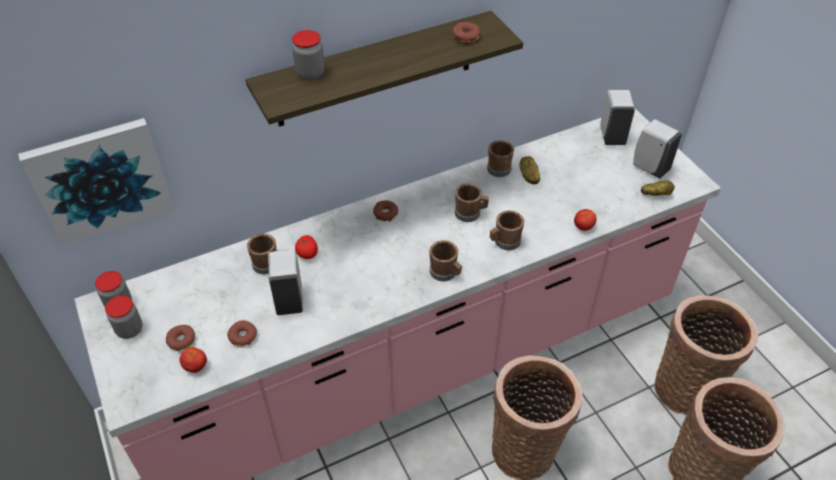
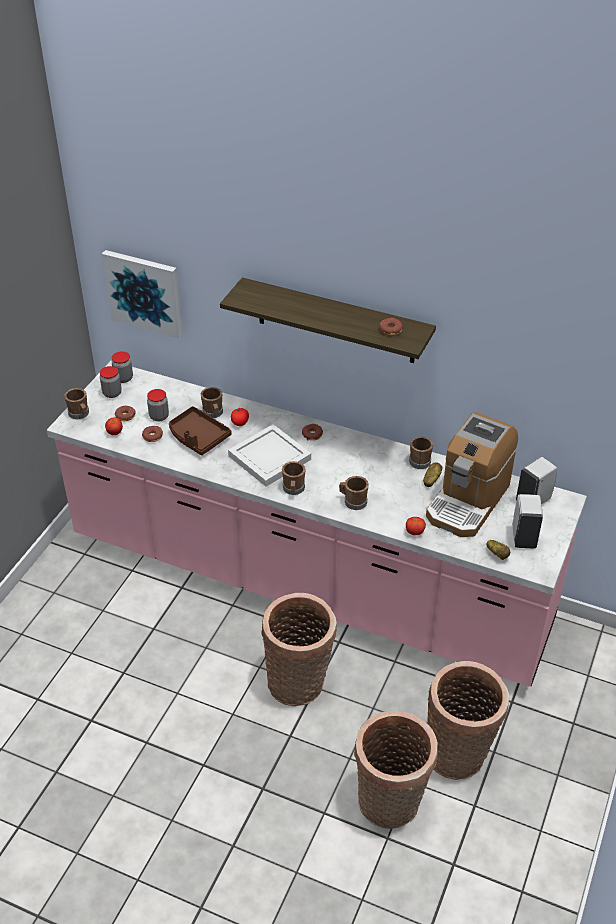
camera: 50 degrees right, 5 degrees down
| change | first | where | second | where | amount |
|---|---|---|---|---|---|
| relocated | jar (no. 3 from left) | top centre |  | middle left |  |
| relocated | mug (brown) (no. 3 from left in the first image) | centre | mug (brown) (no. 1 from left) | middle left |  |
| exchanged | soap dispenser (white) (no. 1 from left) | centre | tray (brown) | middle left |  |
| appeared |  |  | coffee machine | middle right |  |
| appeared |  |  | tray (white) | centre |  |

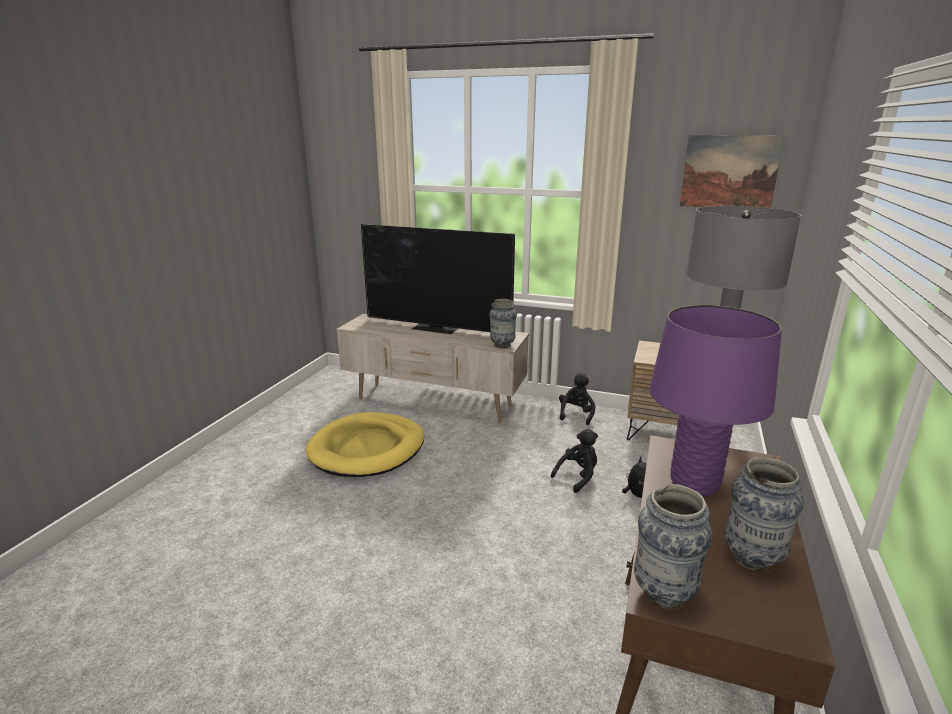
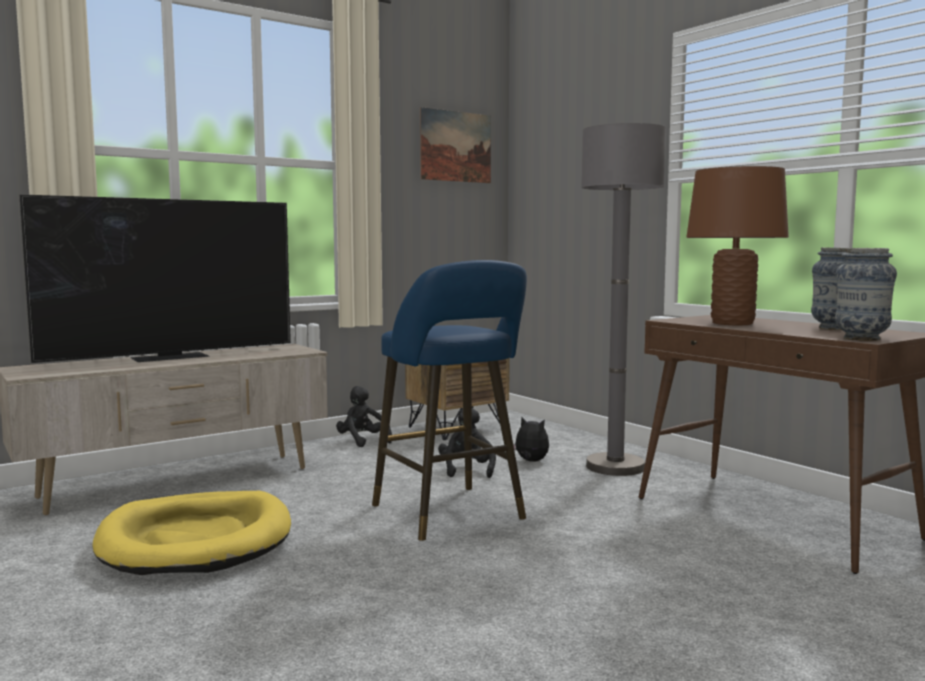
camera: 55 degrees left, 15 degrees down
| change | first | where | second | where | amount |
|---|---|---|---|---|---|
| missing | vase (no. 1 from left) | centre |  |  |  |
| colour | table lamp (purple) | middle right | table lamp (brown) | middle right |  |
| appeared |  |  | stool (blue) | centre |  |

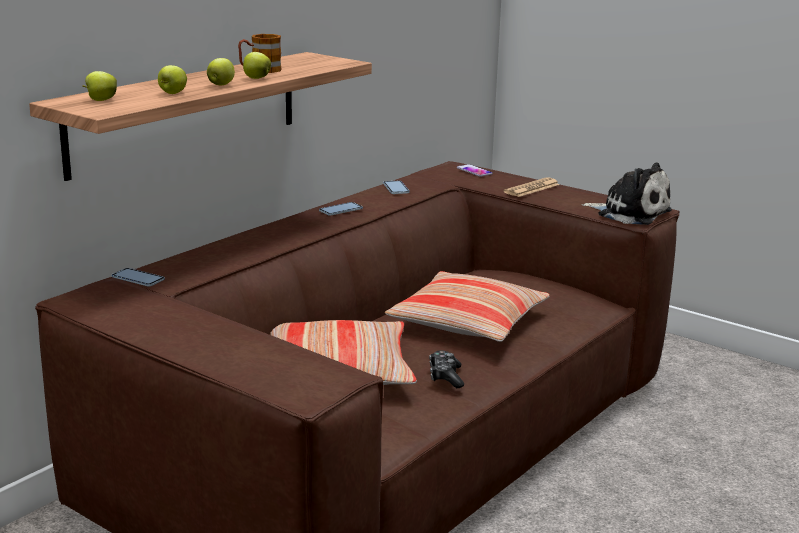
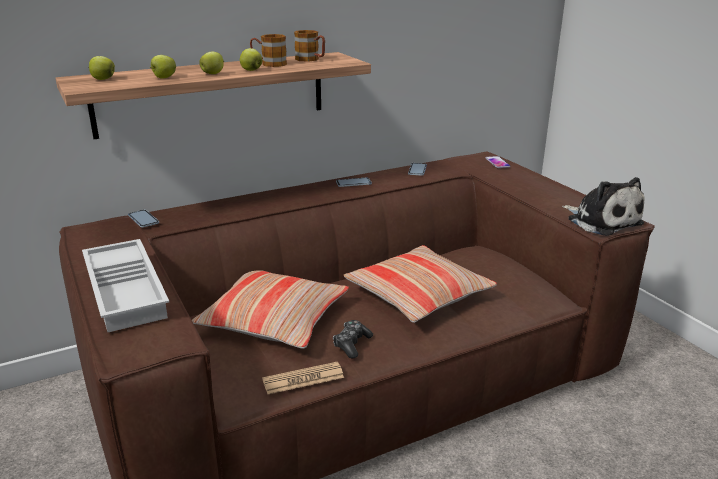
camera: 25 degrees right, 5 degrees up
| change | first | where | second | where | amount |
|---|---|---|---|---|---|
| relocated | newspaper | centre |  | bottom centre |  |
| appeared |  |  | mug (no. 2 from left) | top centre |  |
| appeared |  |  | tray (white) | middle left |  |

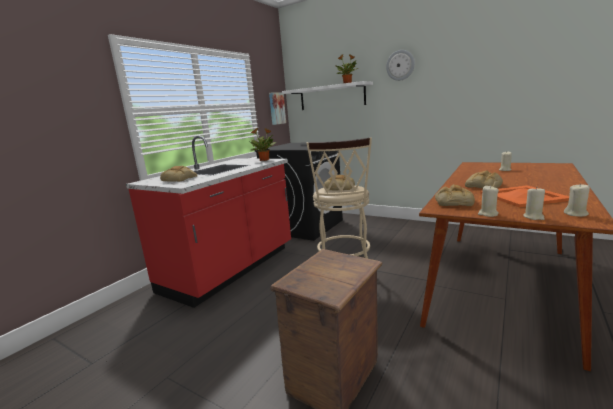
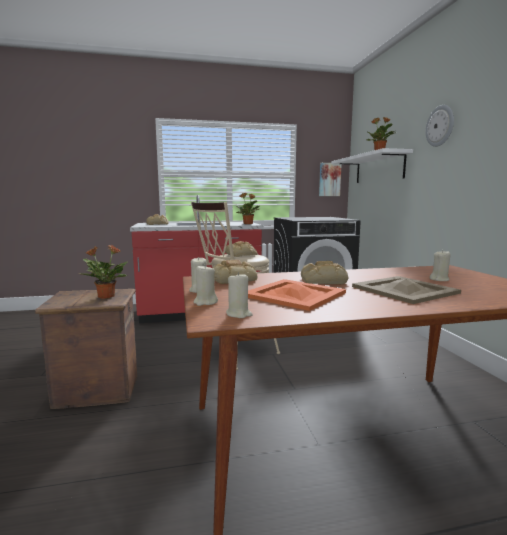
camera: 45 degrees right, 5 degrees down
| change | first | where | second | where | amount |
|---|---|---|---|---|---|
| appeared |  |  | potted plant (no. 1 from left) | middle left |  |
| appeared |  |  | tray (beige) | middle right |  |

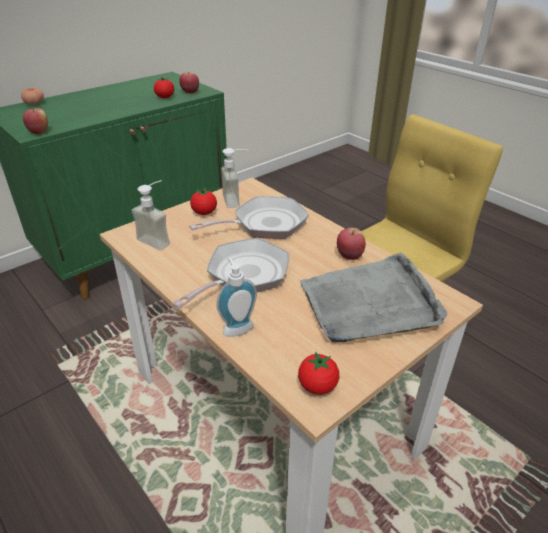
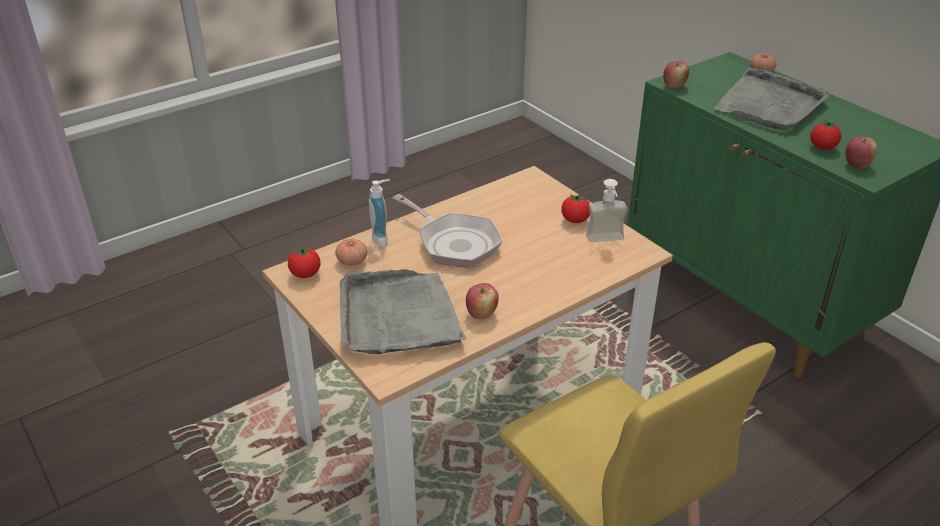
camera: 95 degrees right, 0 degrees up
| change | first | where | second | where | amount |
|---|---|---|---|---|---|
| missing | soap dispenser (no. 1 from left) | middle left |  |  |  |
| missing | frying pan (no. 2 from left) | centre |  |  |  |
| appeared |  |  | tray (grey) (no. 2 from left) | top right |  |
| appeared |  |  | tomato (no. 2 from left) | centre |  |

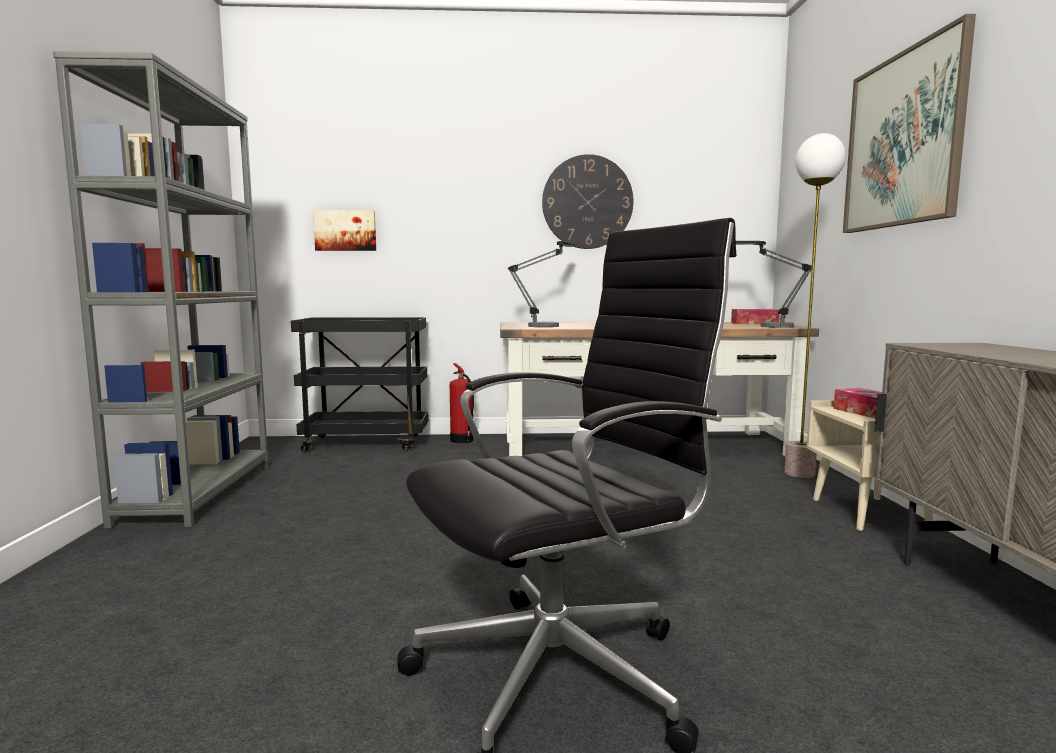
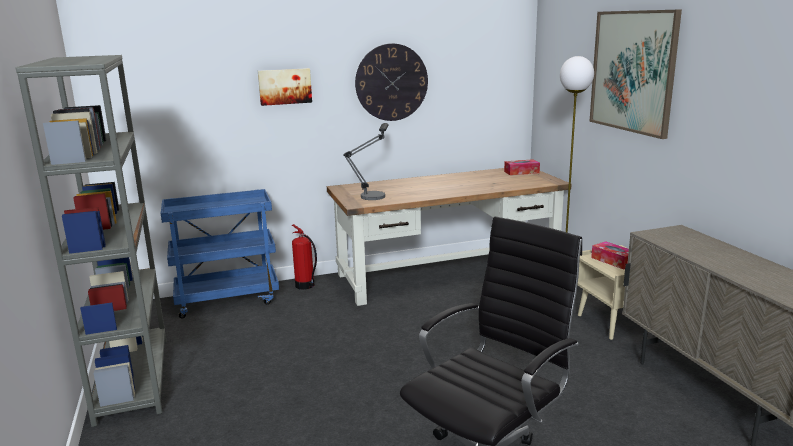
camera: 15 degrees left, 10 degrees up
| change | first | where | second | where | amount |
|---|---|---|---|---|---|
| relocated | picture (no. 1 from left) | top left |  | top centre |  |
| missing | table lamp (no. 2 from left) | middle right |  |  |  |
| colour | cart (black) | centre | cart (blue) | middle left |  |

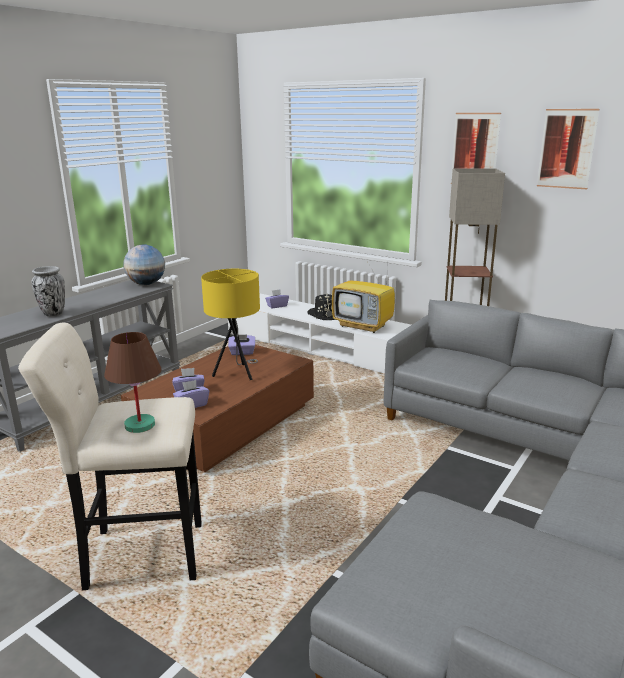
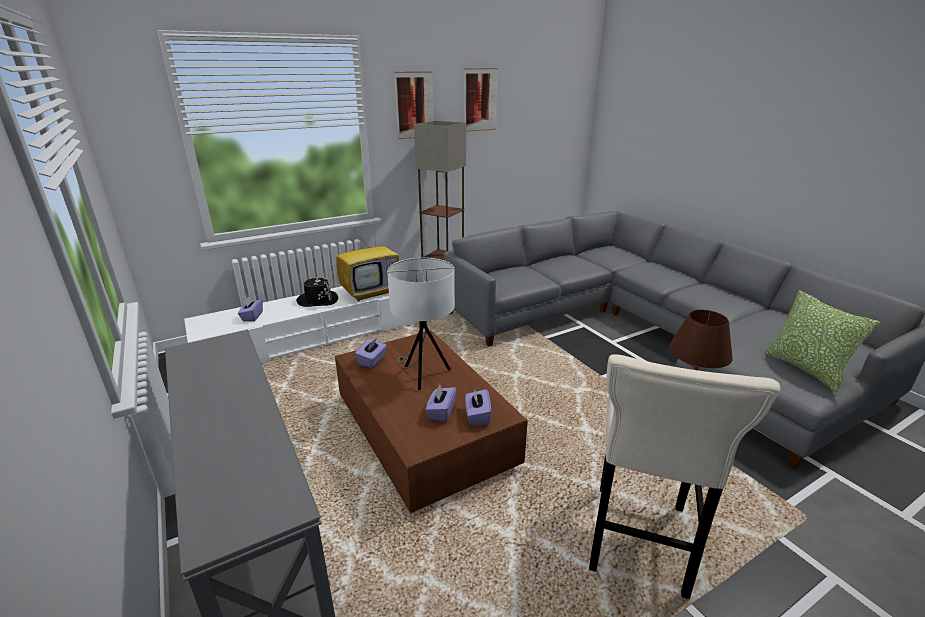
camera: 65 degrees left, 5 degrees up
| change | first | where | second | where | amount |
|---|---|---|---|---|---|
| missing | globe | middle left |  |  |  |
| missing | vase | middle left |  |  |  |
| colour | table lamp (yellow) | centre | table lamp (white) | centre |  |
| appeared |  |  | pillow | middle right |  |

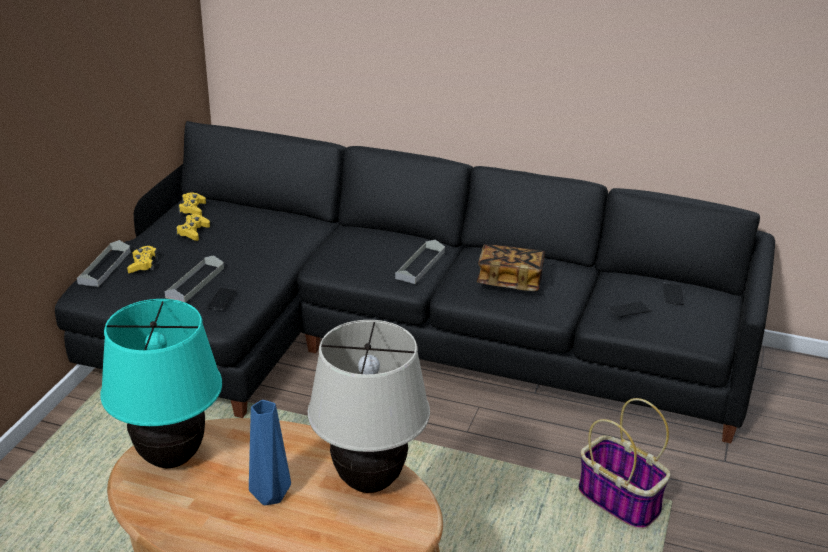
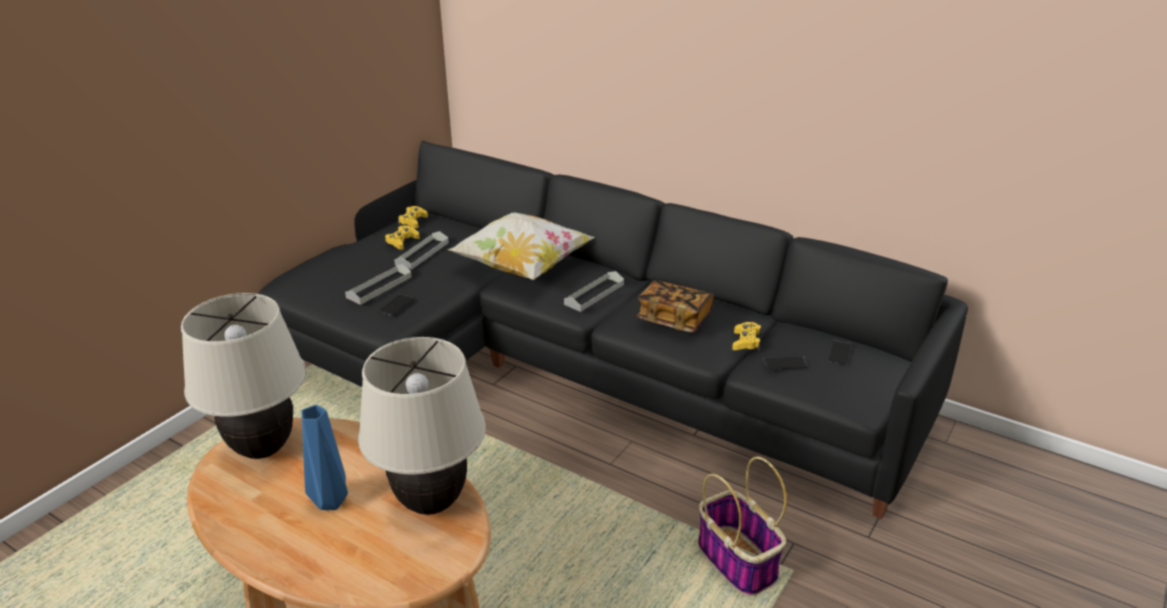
camera: 15 degrees right, 0 degrees up
| change | first | where | second | where | amount |
|---|---|---|---|---|---|
| relocated | tray (grey) (no. 1 from left in the first image) | middle left | tray (grey) (no. 2 from left) | centre |  |
| relocated | game controller (yellow) (no. 1 from left in the first image) | middle left | game controller (yellow) (no. 3 from left) | centre |  |
| colour | table lamp (turquoise) | bottom left | table lamp (beige) (no. 1 from left) | middle left |  |
| appeared |  |  | pillow | centre |  |

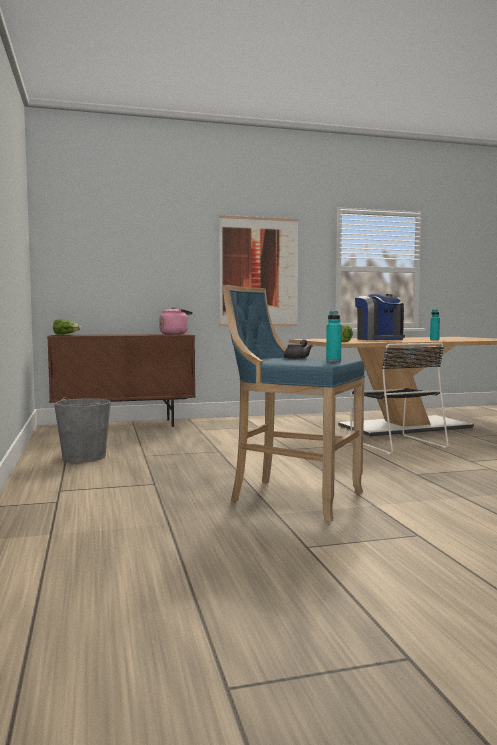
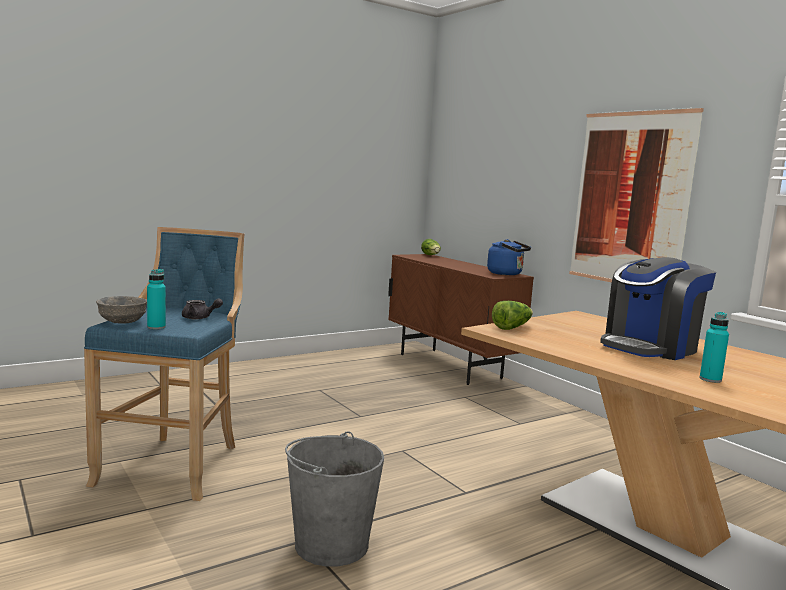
camera: 70 degrees right, 5 degrees up
| change | first | where | second | where | amount |
|---|---|---|---|---|---|
| colour | kettle (pink) | centre | kettle (blue) | centre |  |
| missing | chair (black) | middle right |  |  |  |
| relocated | bucket (grey) | middle left |  | bottom centre |  |
| appeared |  |  | bowl (grey) | middle left |  |

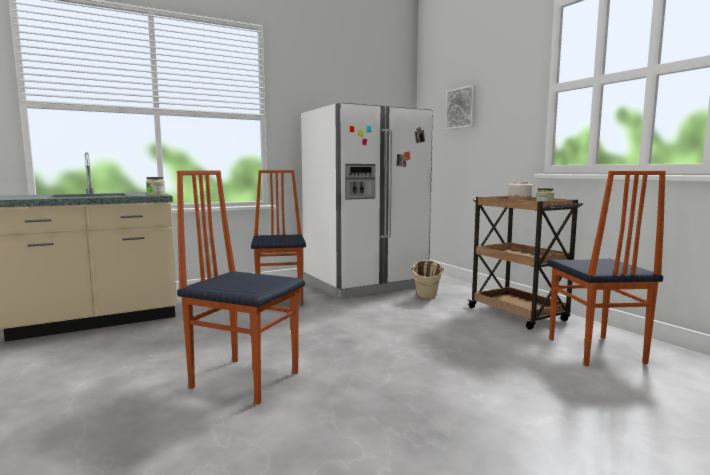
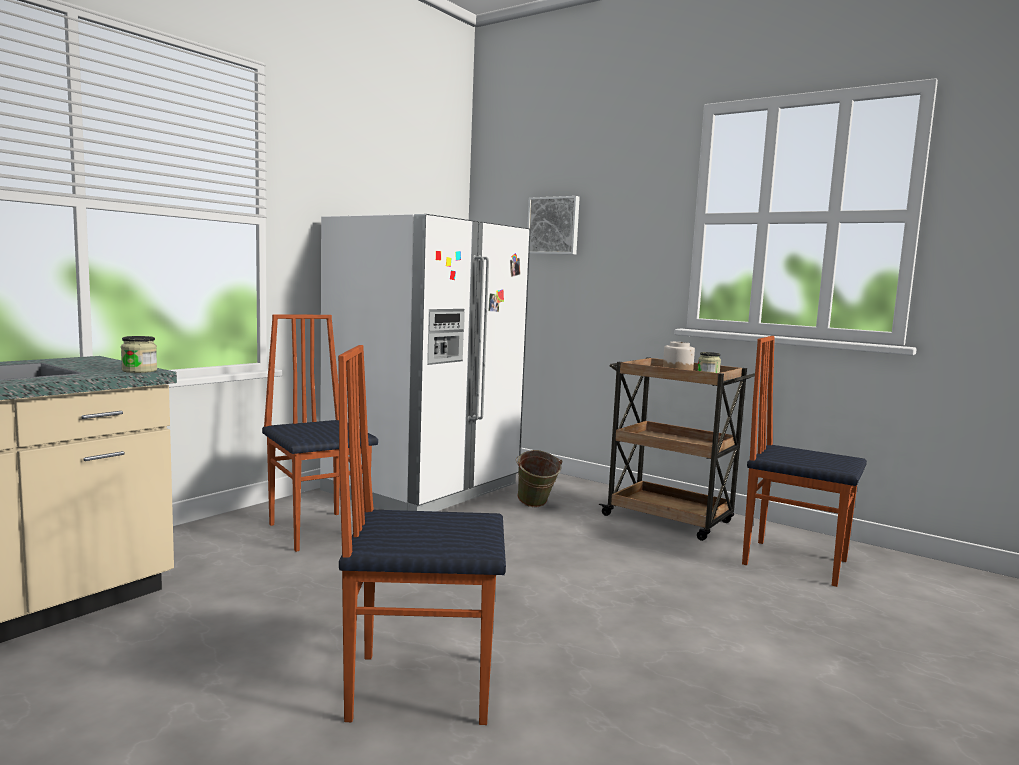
camera: 25 degrees left, 0 degrees up
| change | first | where | second | where | amount |
|---|---|---|---|---|---|
| spun | chair (no. 3 from left) | middle right |  | middle right | 150 degrees clockwise |
| colour | bucket (beige) | centre | bucket (green) | centre |  |

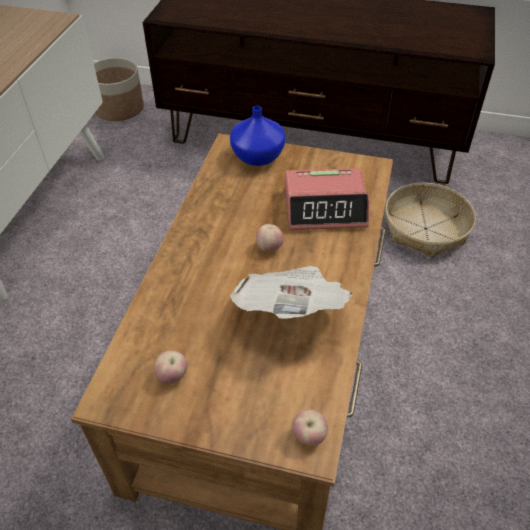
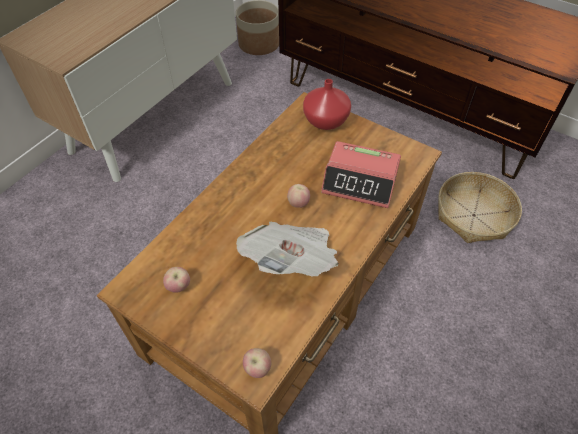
camera: 20 degrees right, 5 degrees up
| change | first | where | second | where | amount |
|---|---|---|---|---|---|
| colour | vase (blue) | top centre | vase (red) | top centre |  |

